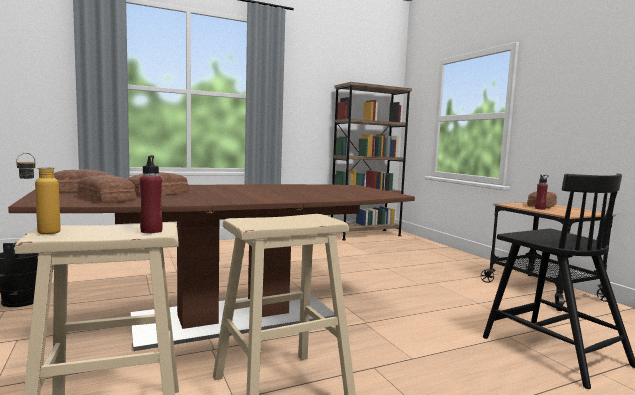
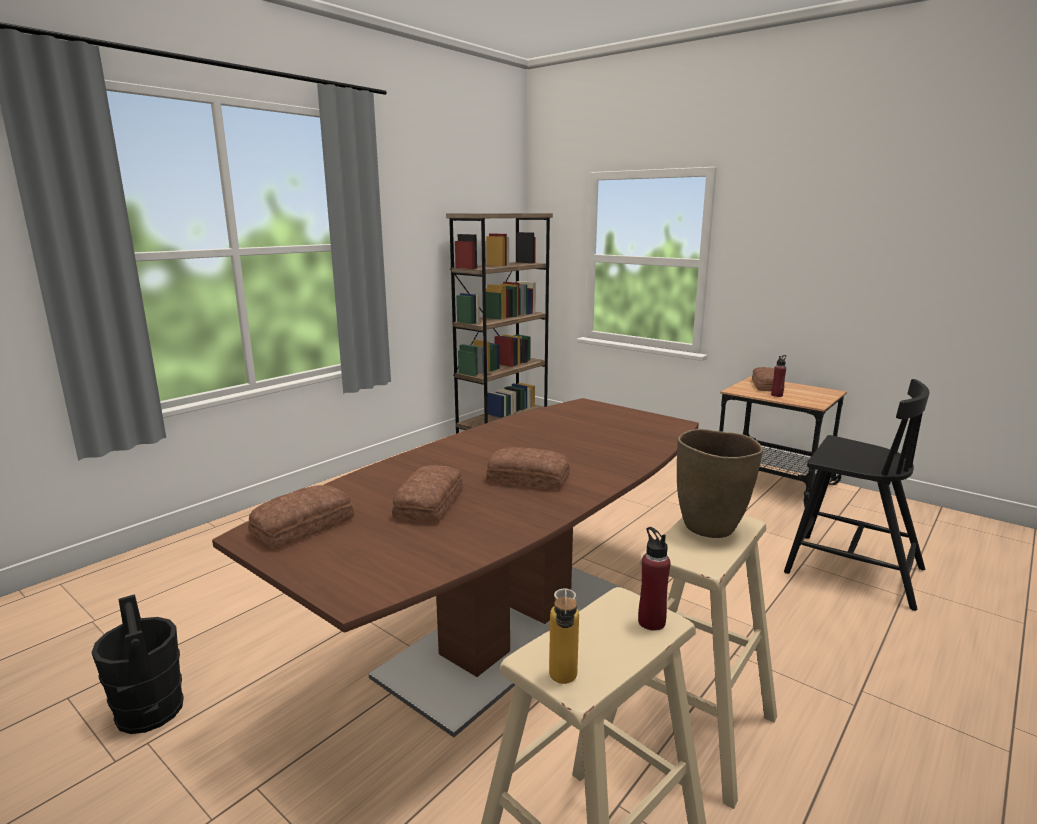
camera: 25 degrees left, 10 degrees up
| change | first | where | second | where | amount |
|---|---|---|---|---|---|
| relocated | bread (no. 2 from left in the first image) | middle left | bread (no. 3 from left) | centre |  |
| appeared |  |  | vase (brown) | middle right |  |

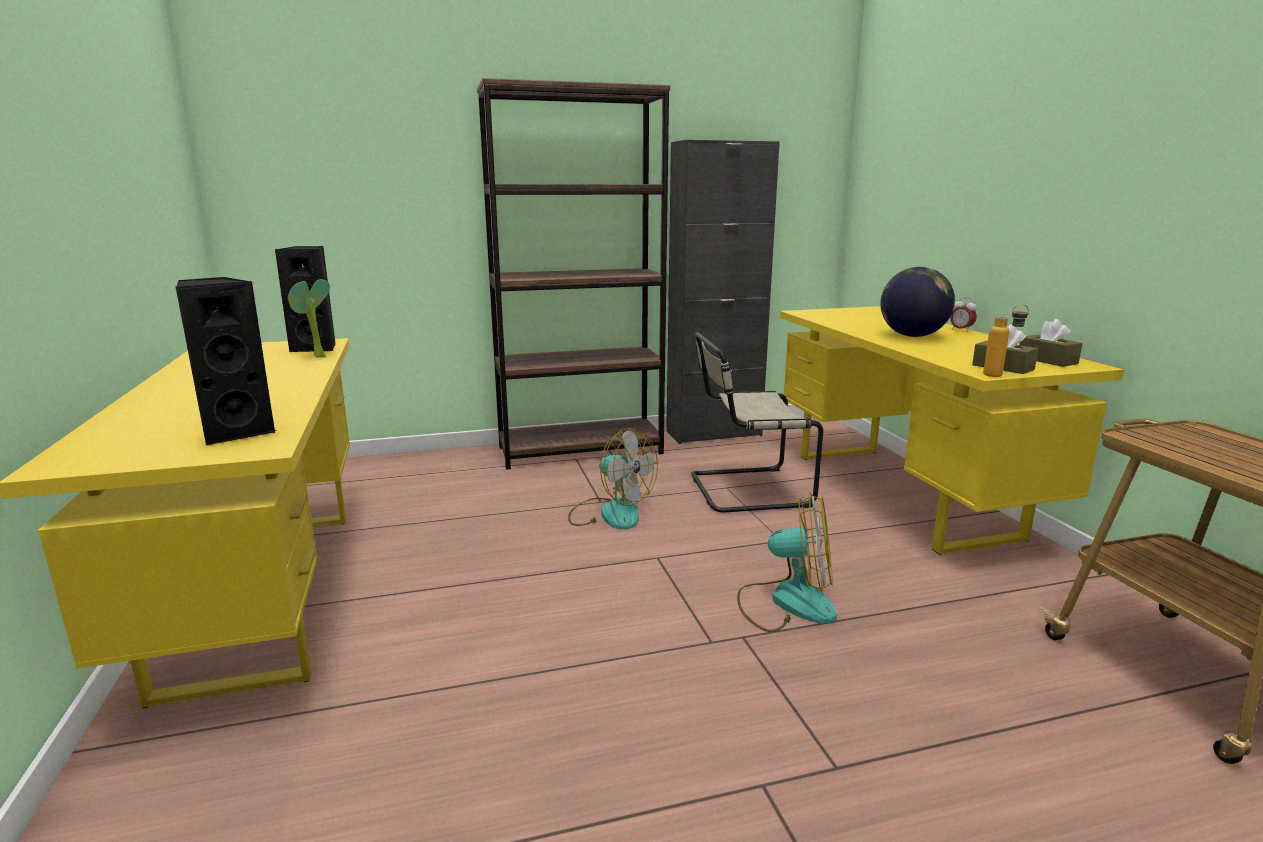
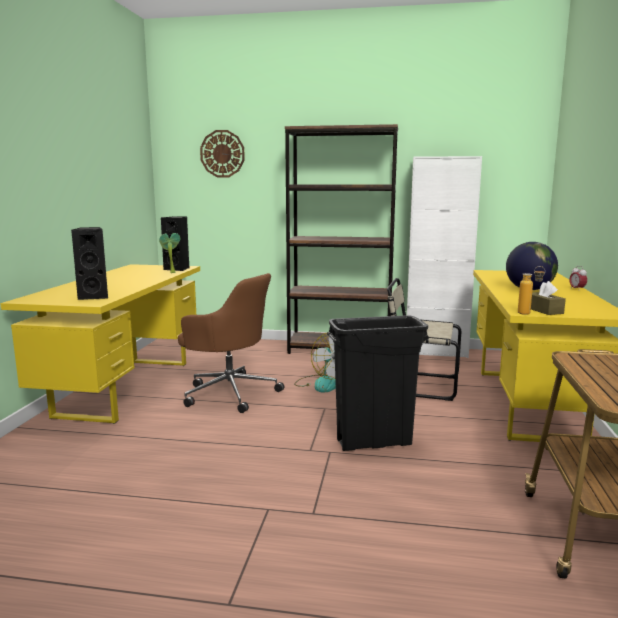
camera: 25 degrees right, 5 degrees down
| change | first | where | second | where | amount |
|---|---|---|---|---|---|
| colour | cabinet (black) | centre | cabinet (white) | middle right |  |
| missing | tissue box (brown) (no. 2 from left) | middle right |  |  |  |
| exchanged | fan (no. 2 from left) | bottom centre | trash can (black) | centre |  |
| appeared |  |  | wall clock | top centre |  |
| appeared |  |  | office chair (brown) | centre |  |

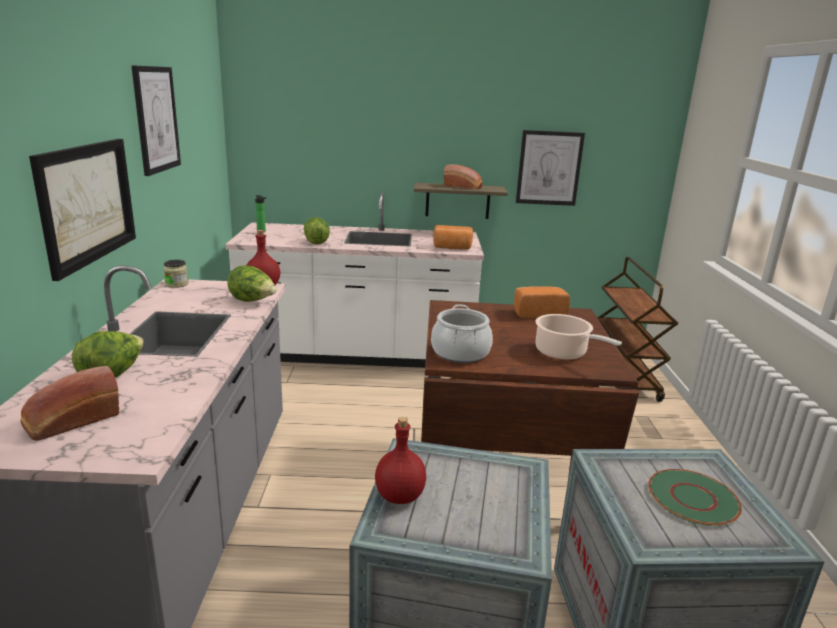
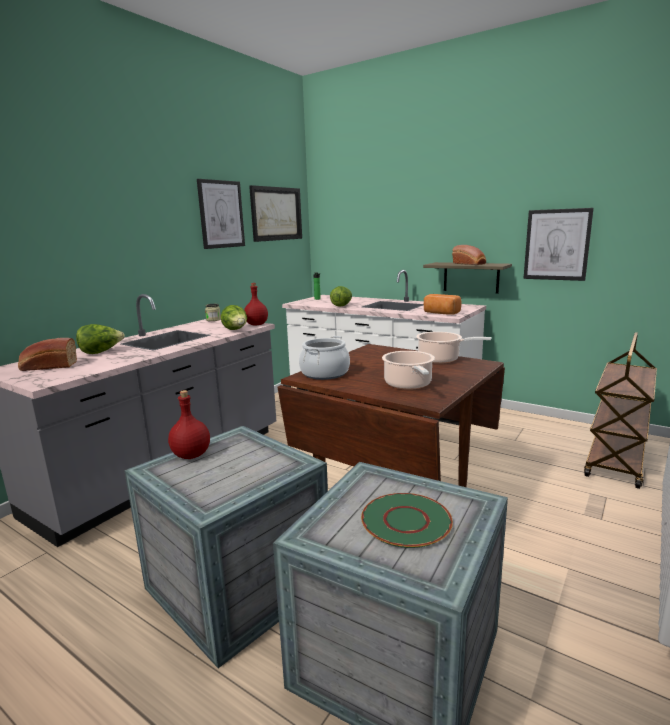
camera: 35 degrees right, 5 degrees down
| change | first | where | second | where | amount |
|---|---|---|---|---|---|
| relocated | picture (no. 1 from left in the first image) | middle left | picture (no. 2 from left) | top centre |  |
| exchanged | bread (no. 4 from left) | centre | cooking pot (no. 3 from left) | middle right |  |

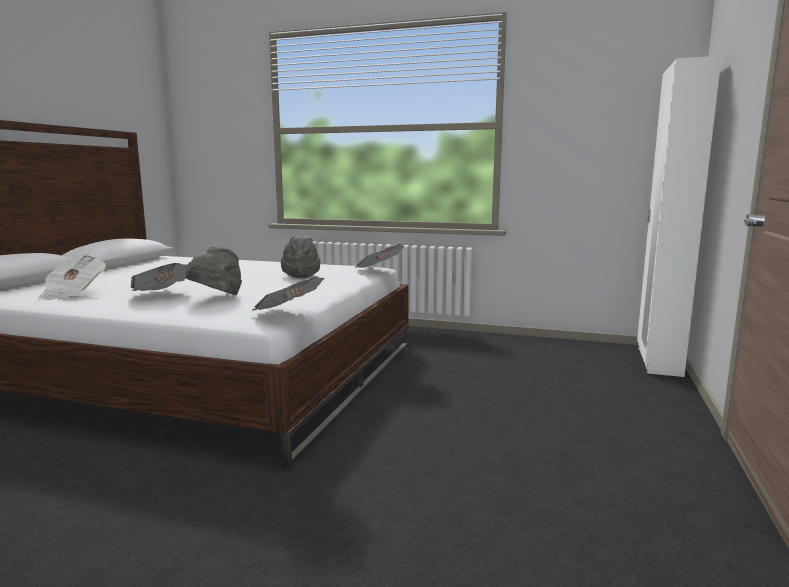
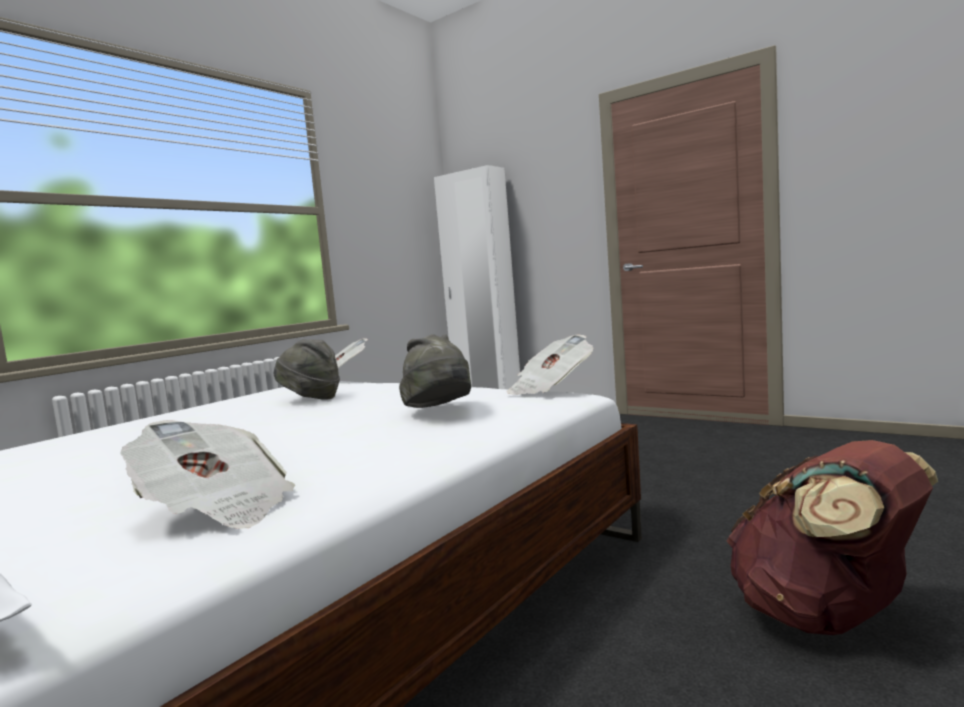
camera: 70 degrees left, 5 degrees down
| change | first | where | second | where | amount |
|---|---|---|---|---|---|
| missing | newspaper (no. 2 from left) | middle left |  |  |  |
| appeared |  |  | backpack (brown) | bottom right |  |

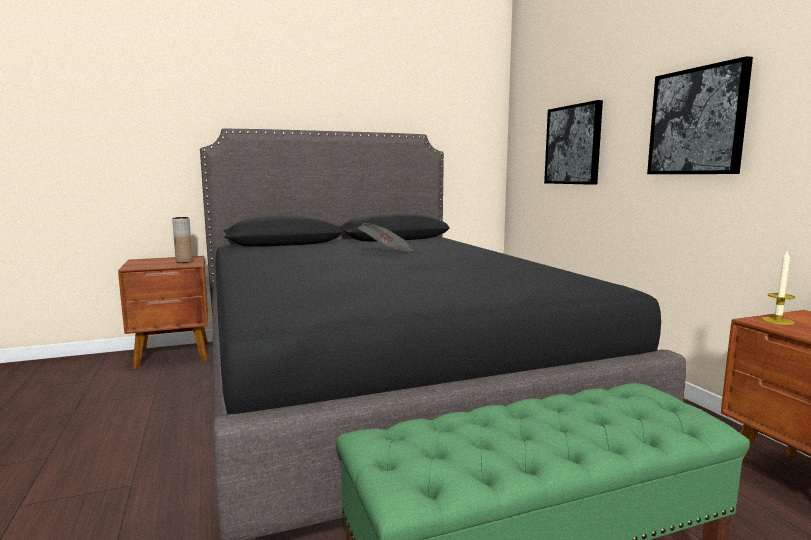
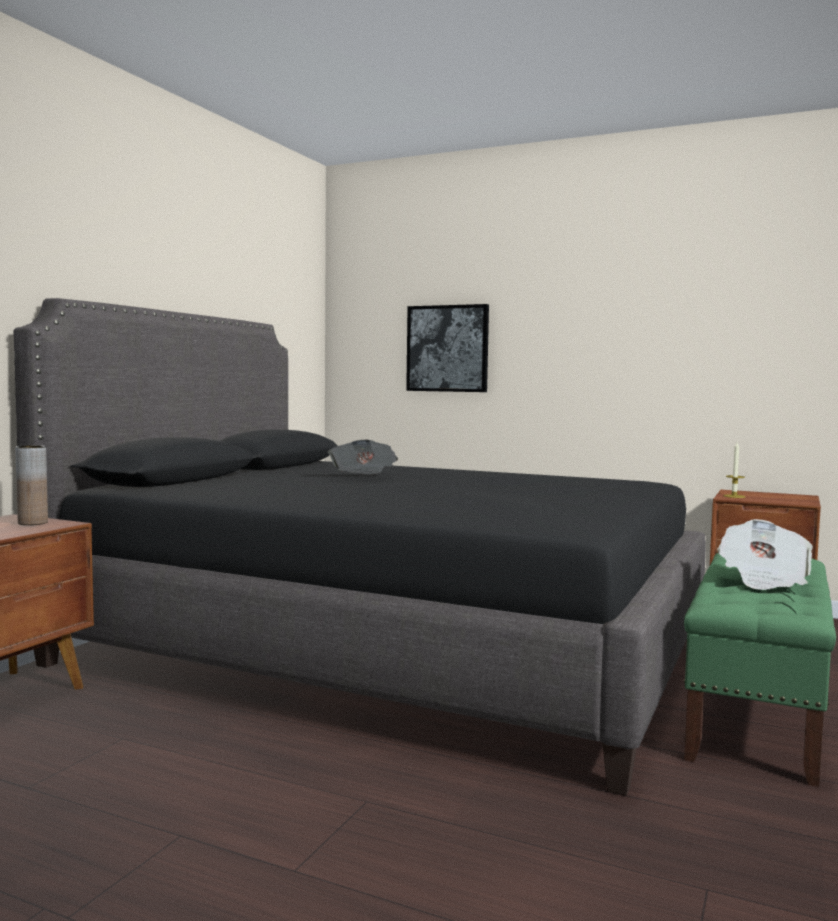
camera: 45 degrees left, 5 degrees down
| change | first | where | second | where | amount |
|---|---|---|---|---|---|
| missing | picture (no. 2 from left) | top right |  |  |  |
| appeared |  |  | newspaper (no. 2 from left) | middle right |  |

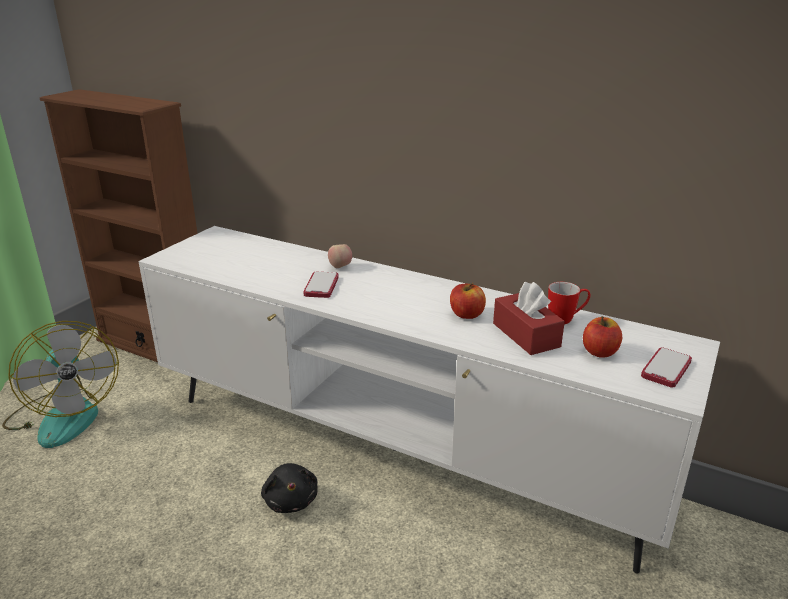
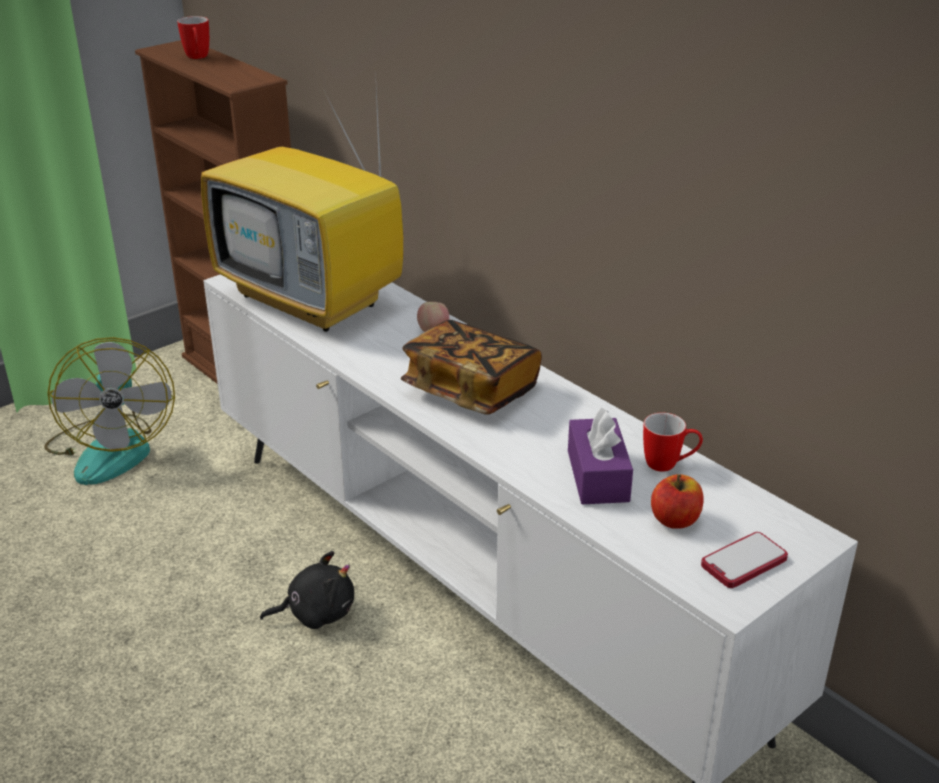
camera: 20 degrees right, 5 degrees up
| change | first | where | second | where | amount |
|---|---|---|---|---|---|
| missing | phone (no. 1 from left) | centre |  |  |  |
| colour | tissue box (red) | middle right | tissue box (purple) | centre |  |
| missing | apple (no. 2 from left) | centre |  |  |  |
| spun | plush toy (black) | bottom centre |  | bottom left | 105 degrees counterclockwise |
| appeared |  |  | mug (no. 1 from left) | top left |  |
| appeared |  |  | television | top left |  |
| appeared |  |  | book | centre |  |

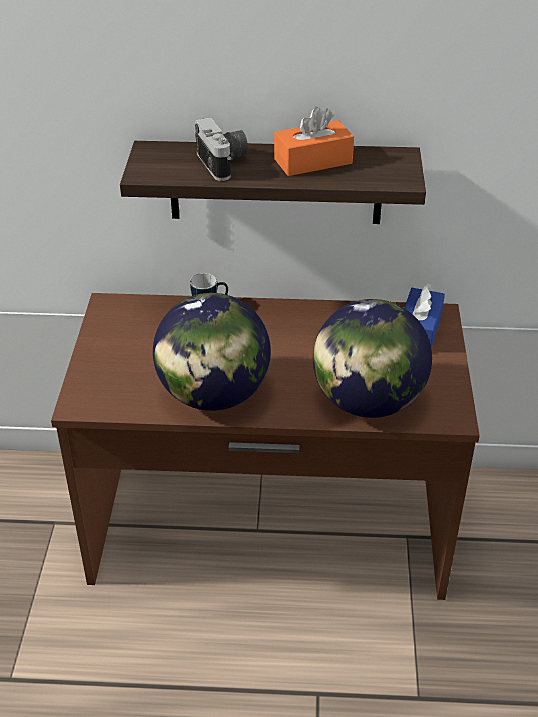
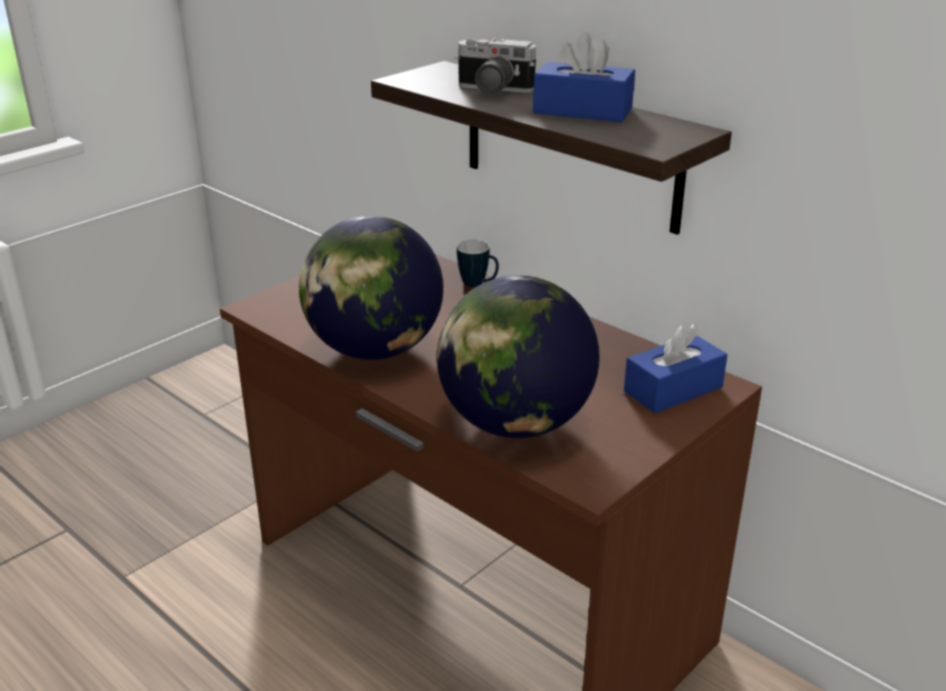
camera: 40 degrees right, 10 degrees down
| change | first | where | second | where | amount |
|---|---|---|---|---|---|
| colour | tissue box (orange) | top centre | tissue box (blue) (no. 1 from left) | top centre |  |
| spun | photo camera | top centre |  | top centre | 90 degrees clockwise |

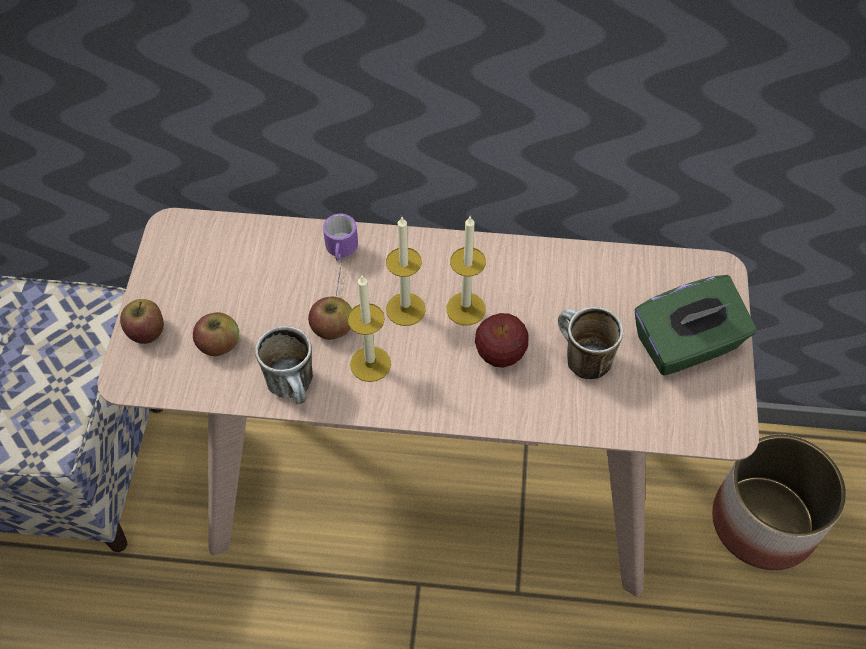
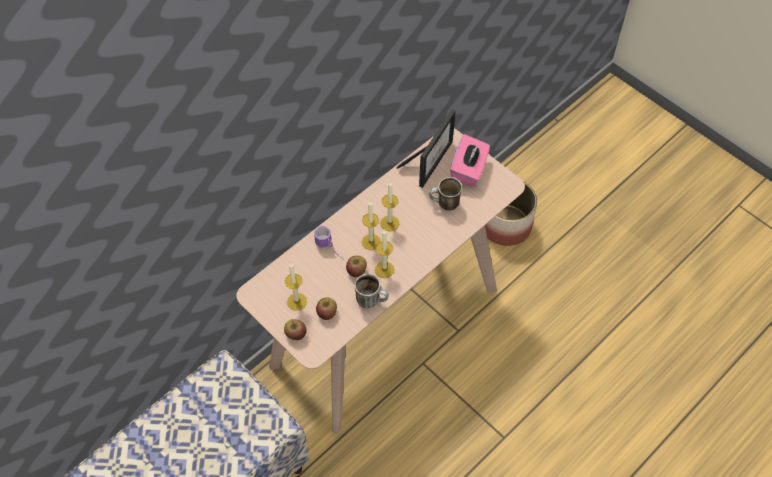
camera: 50 degrees left, 0 degrees up
| change | first | where | second | where | amount |
|---|---|---|---|---|---|
| colour | tissue box (green) | middle right | tissue box (pink) | centre |  |
| missing | apple (no. 4 from left) | centre |  |  |  |
| appeared |  |  | picture frame | top centre |  |
| appeared |  |  | candle (no. 1 from left) | centre |  |

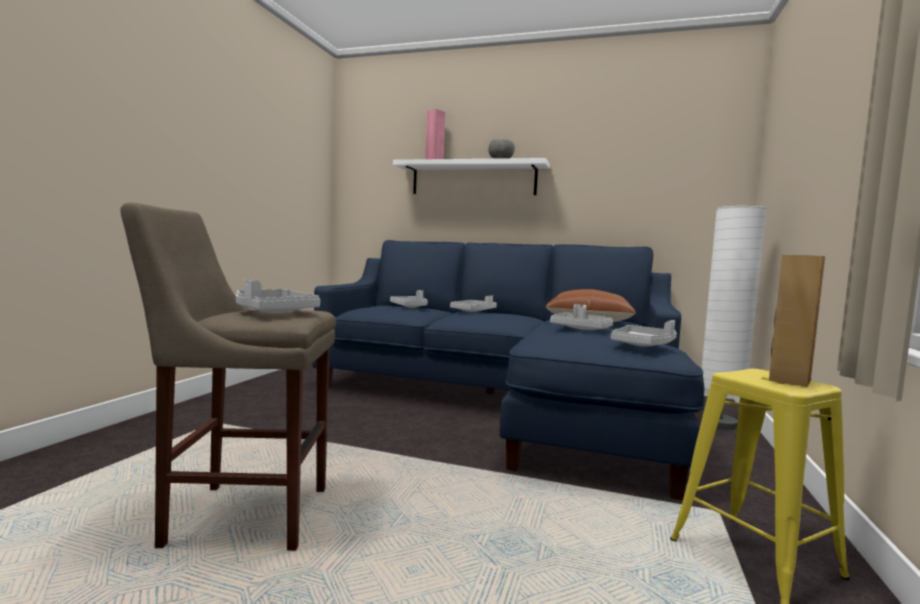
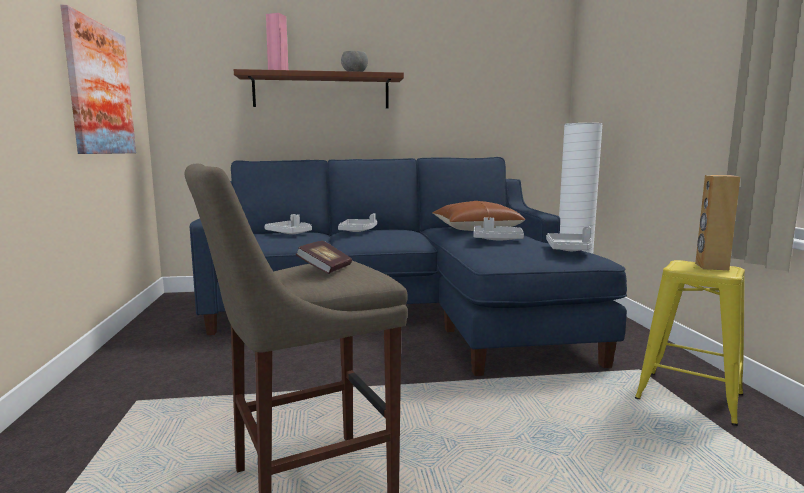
camera: 25 degrees left, 5 degrees up
| change | first | where | second | where | amount |
|---|---|---|---|---|---|
| colour | shelf (white) | top centre | shelf (brown) | top centre |  |
| exchanged | tray (grey) (no. 1 from left) | middle left | book | centre |  |
| appeared |  |  | picture | top left |  |

